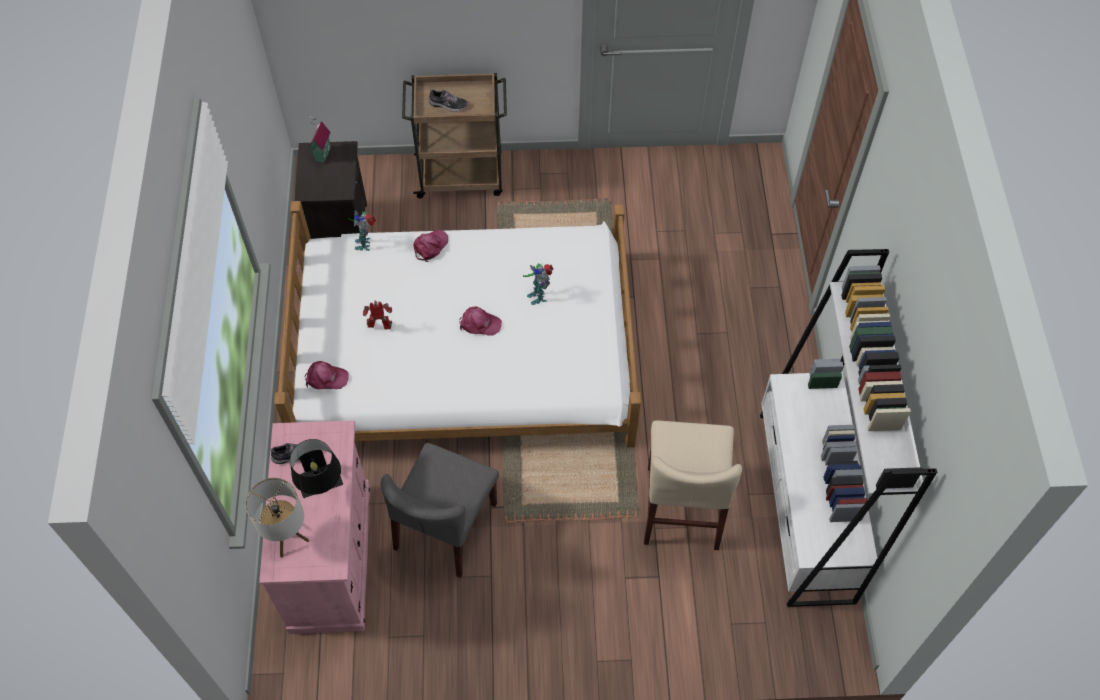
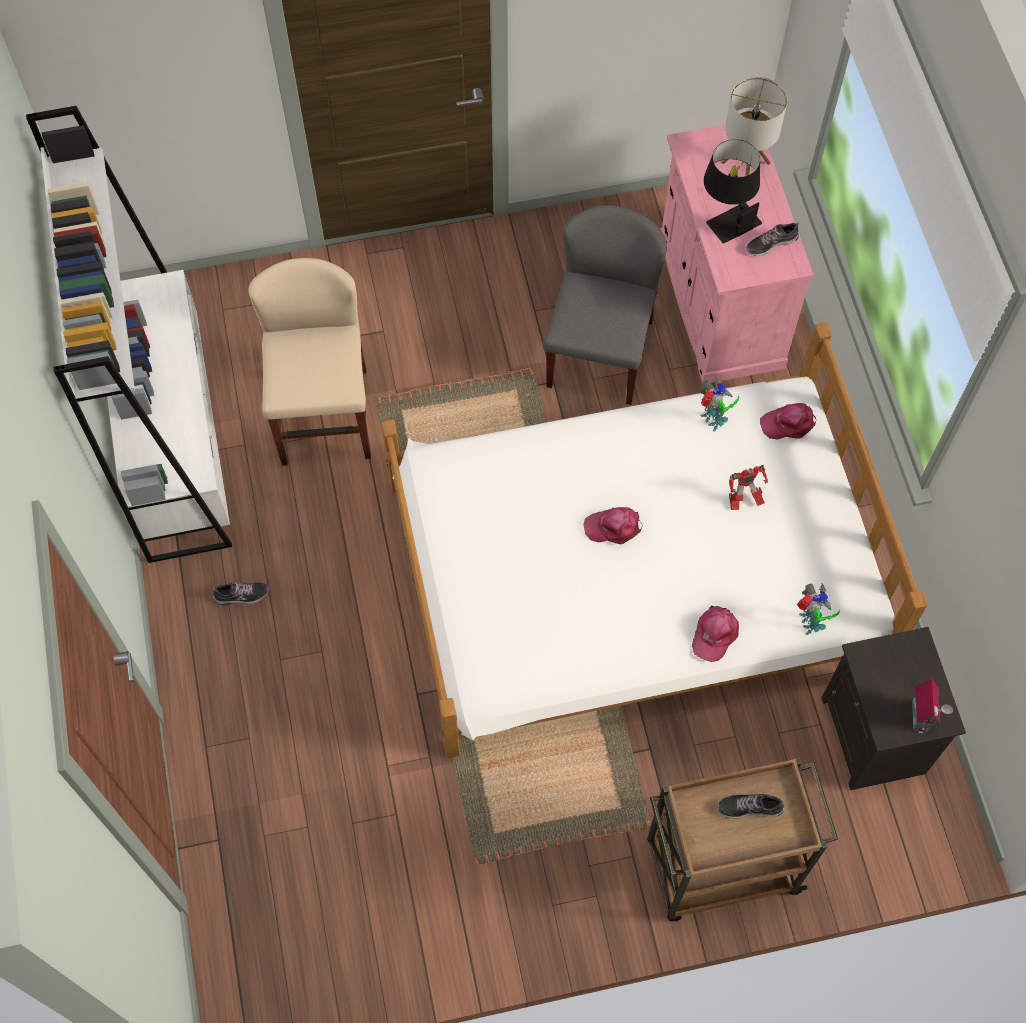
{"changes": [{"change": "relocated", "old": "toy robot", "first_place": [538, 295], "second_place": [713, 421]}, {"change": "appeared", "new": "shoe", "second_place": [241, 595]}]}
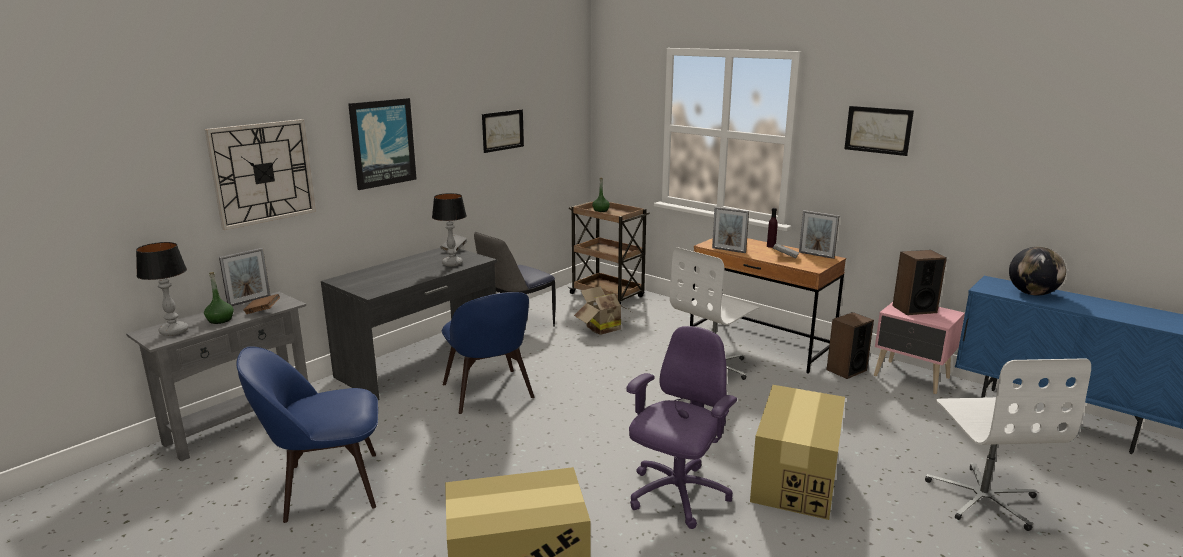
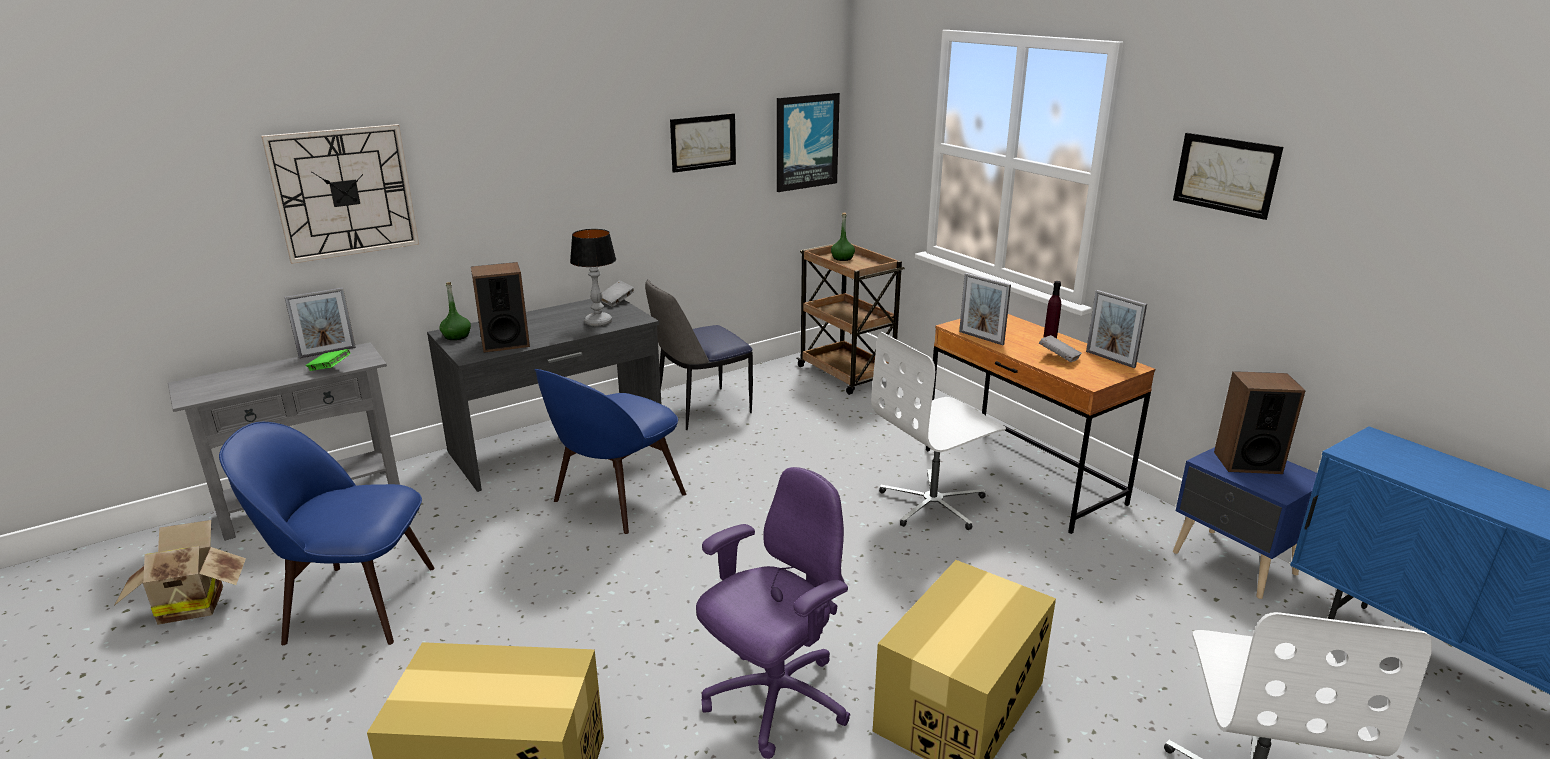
{"changes": [{"change": "missing", "old": "lamp for a table", "first_place": [174, 331]}, {"change": "relocated", "old": "bottle/greenish", "first_place": [220, 320], "second_place": [456, 336]}, {"change": "colour", "old": "volume/brown-coloured", "new": "volume/greenish", "first_place": [263, 311], "second_place": [330, 369]}, {"change": "relocated", "old": "wall art", "first_place": [382, 143], "second_place": [806, 141]}, {"change": "spun", "old": "chair/blue", "first_place": [489, 393], "second_place": [615, 500], "degrees": 45}, {"change": "relocated", "old": "carton", "first_place": [601, 328], "second_place": [191, 604]}, {"change": "relocated", "old": "audio speaker", "first_place": [846, 370], "second_place": [505, 343]}, {"change": "colour", "old": "nightstand/pinkish", "new": "nightstand/blue", "first_place": [912, 378], "second_place": [1234, 565]}, {"change": "missing", "old": "globe", "first_place": [1032, 293]}]}
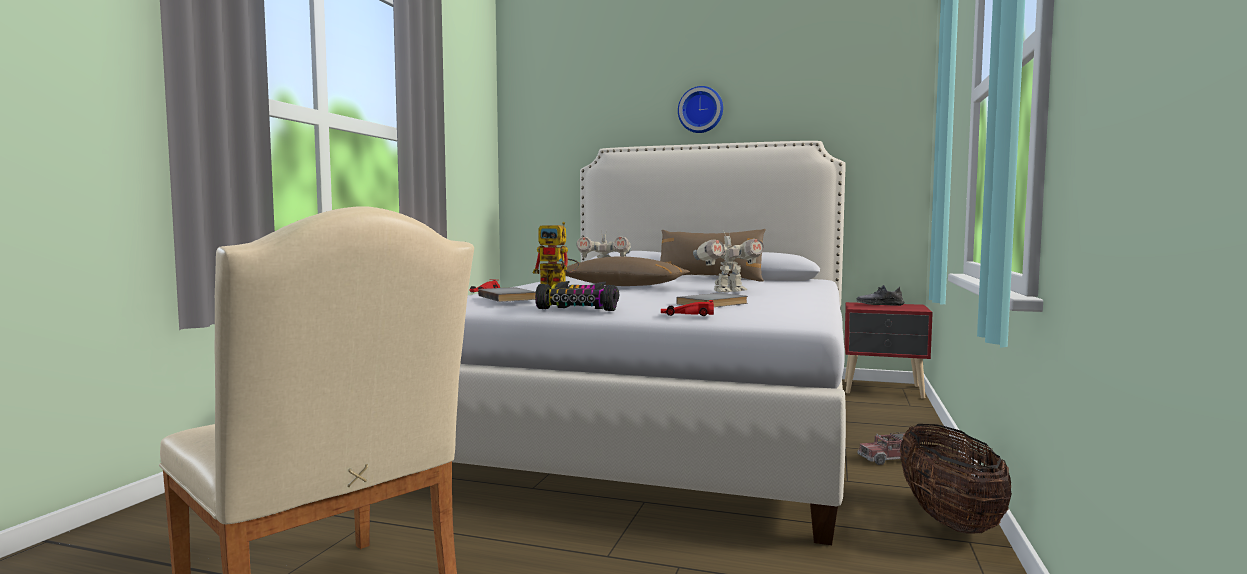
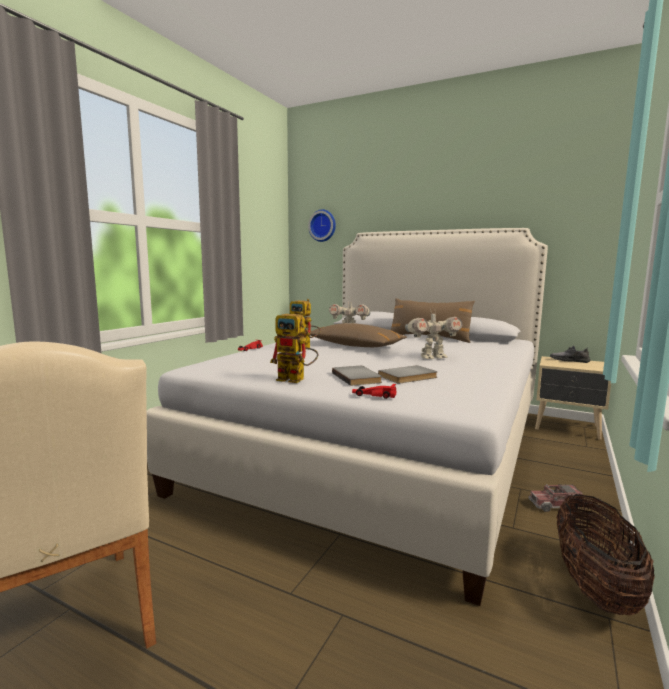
{"changes": [{"change": "relocated", "old": "volume/greyish", "first_place": [509, 297], "second_place": [358, 377]}, {"change": "exchanged", "old": "miniature car", "new": "toy robot", "first_place": [580, 308], "second_place": [296, 379]}, {"change": "relocated", "old": "wall clock", "first_place": [701, 110], "second_place": [323, 225]}, {"change": "colour", "old": "nightstand/red-coloured", "new": "nightstand/beige", "first_place": [884, 390], "second_place": [568, 428]}]}
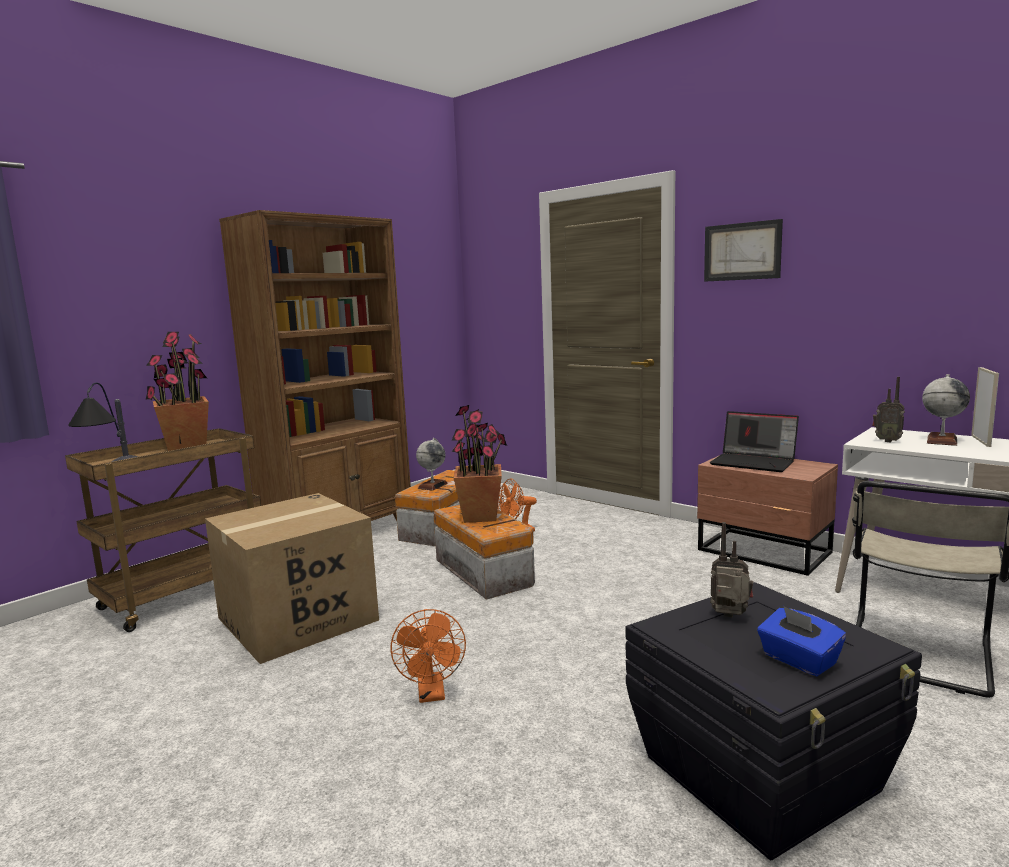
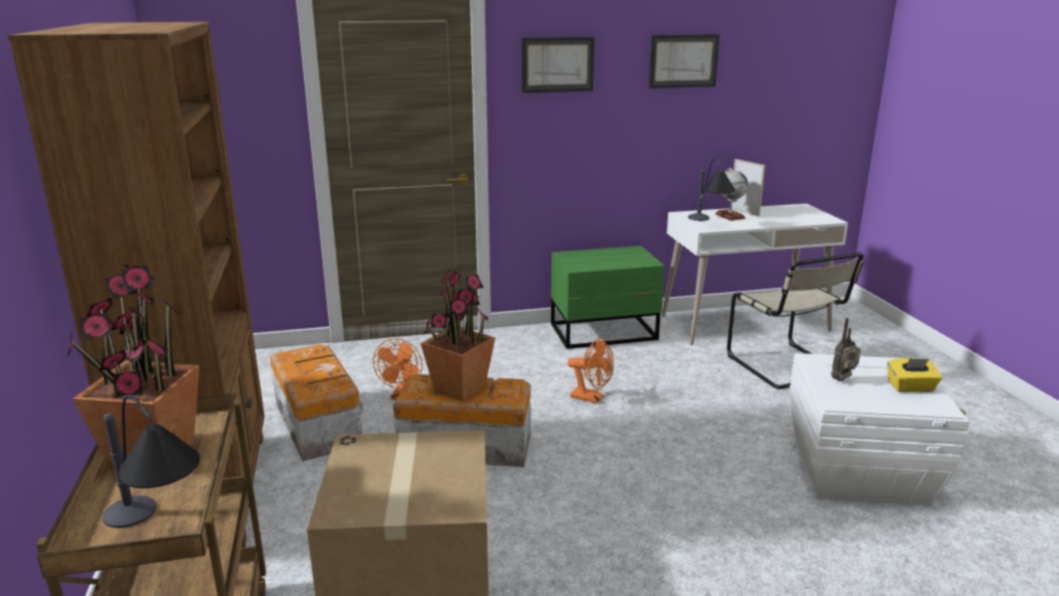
{"changes": [{"change": "relocated", "old": "cooling fan/orange", "first_place": [432, 694], "second_place": [592, 398]}, {"change": "missing", "old": "globe", "first_place": [433, 486]}, {"change": "colour", "old": "storage bin/blackish", "new": "storage bin/whitish", "first_place": [762, 773], "second_place": [859, 470]}, {"change": "colour", "old": "nightstand/brown-coloured", "new": "nightstand/greenish", "first_place": [765, 552], "second_place": [605, 332]}, {"change": "missing", "old": "laptop", "first_place": [754, 462]}, {"change": "colour", "old": "tissue holder/blue", "new": "tissue holder/yellow-coloured", "first_place": [798, 660], "second_place": [911, 387]}, {"change": "exchanged", "old": "radio set", "new": "lamp for a table", "first_place": [887, 441], "second_place": [709, 223]}, {"change": "appeared", "new": "wall art", "second_place": [683, 61]}]}
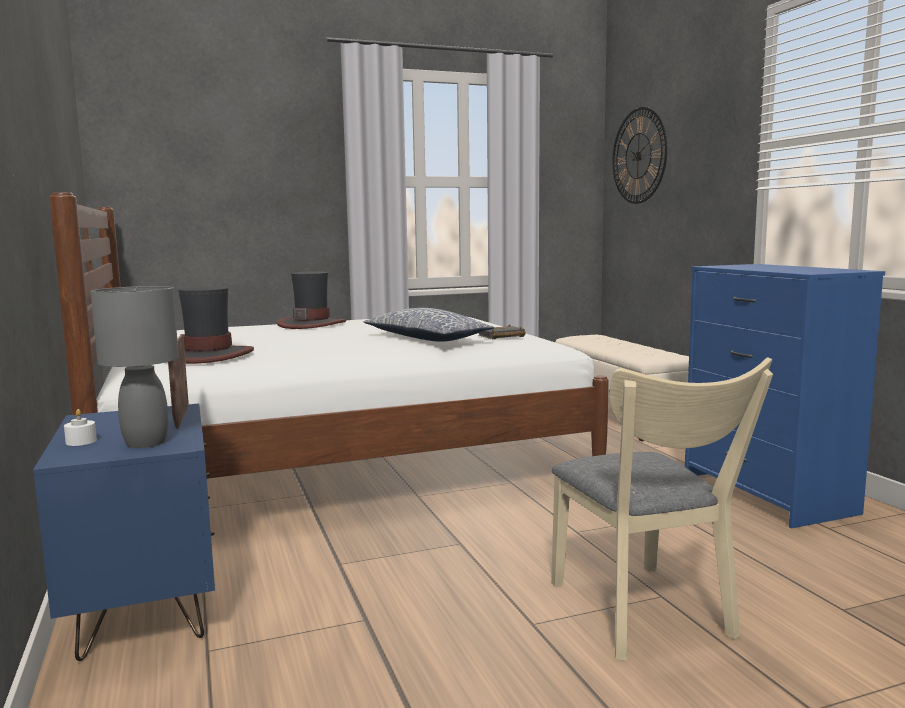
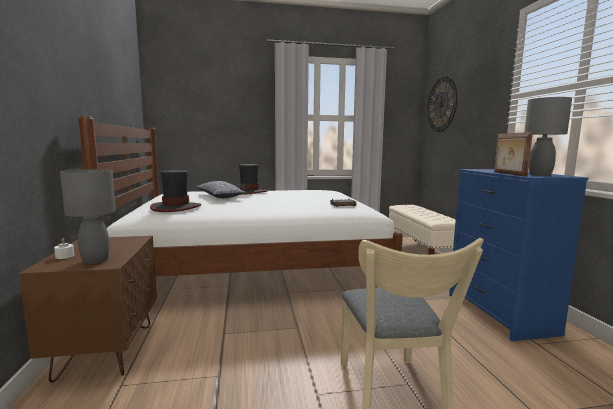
{"changes": [{"change": "colour", "old": "nightstand/blue", "new": "nightstand/brown-coloured", "first_place": [145, 609], "second_place": [106, 351]}, {"change": "relocated", "old": "picture frame", "first_place": [181, 416], "second_place": [508, 174]}, {"change": "relocated", "old": "pillow", "first_place": [426, 339], "second_place": [219, 197]}, {"change": "appeared", "new": "lamp for a table/greyish", "second_place": [539, 175]}]}
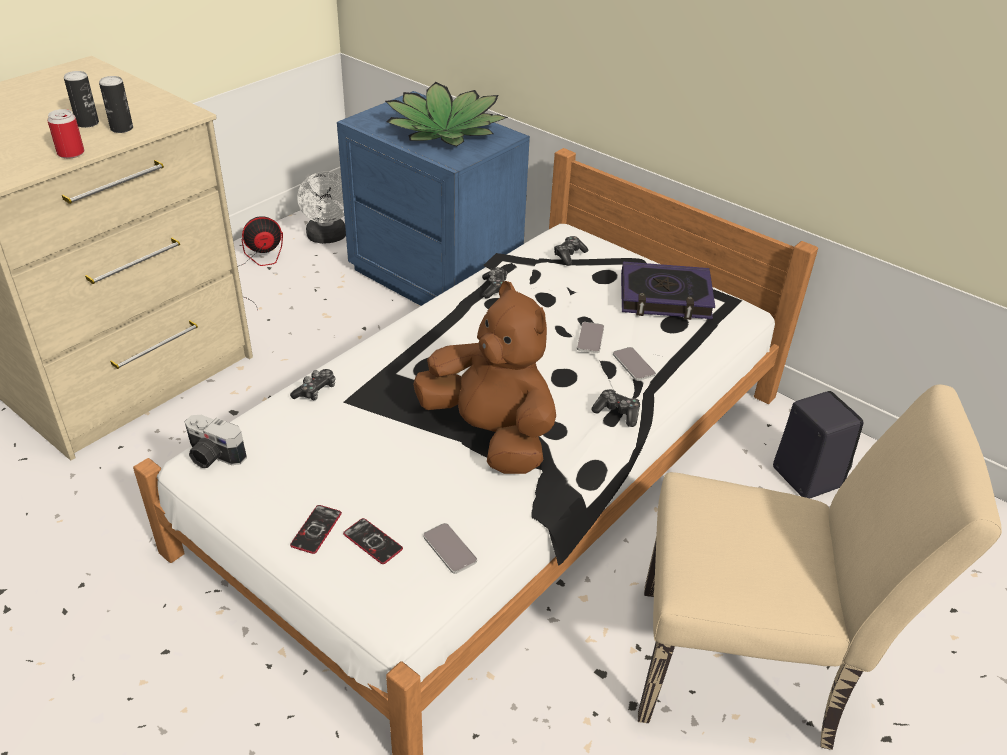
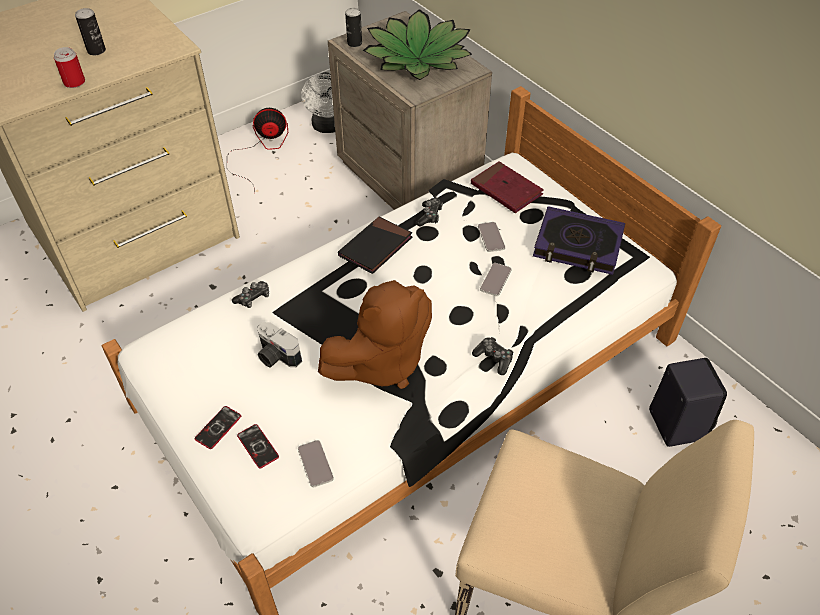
{"changes": [{"change": "relocated", "old": "sealed can", "first_place": [122, 128], "second_place": [354, 43]}, {"change": "relocated", "old": "still camera", "first_place": [212, 456], "second_place": [276, 356]}, {"change": "colour", "old": "nightstand/blue", "new": "nightstand/beige", "first_place": [436, 276], "second_place": [410, 177]}, {"change": "spun", "old": "soft toy/brown-coloured", "first_place": [491, 434], "second_place": [381, 362], "degrees": 90}, {"change": "exchanged", "old": "game controller", "new": "volume/red-coloured", "first_place": [569, 255], "second_place": [506, 190]}, {"change": "relocated", "old": "telephone", "first_place": [633, 364], "second_place": [491, 237]}, {"change": "appeared", "new": "volume/blackish", "second_place": [375, 247]}]}
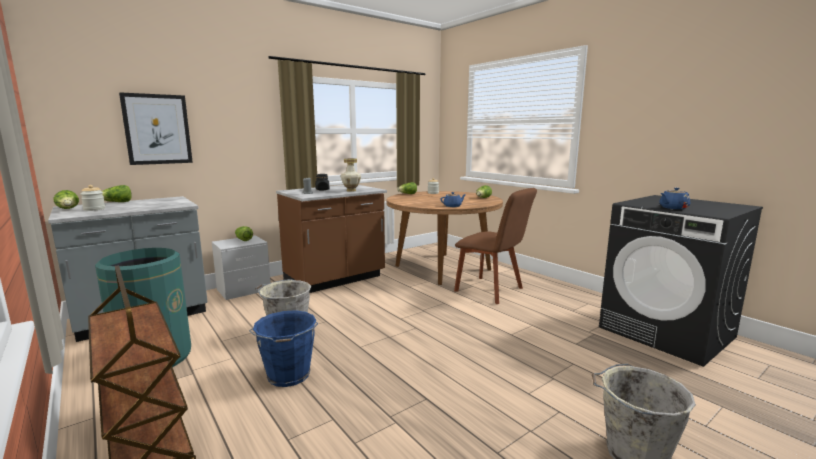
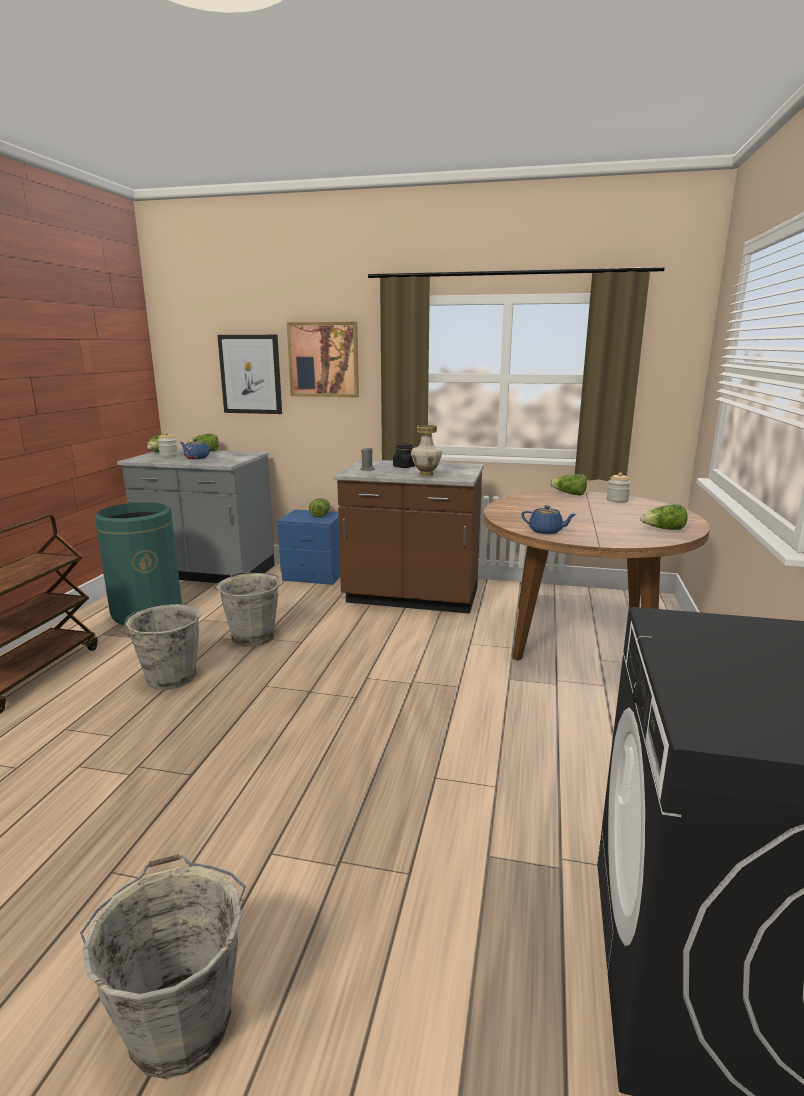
{"changes": [{"change": "colour", "old": "nightstand/greyish", "new": "nightstand/blue", "first_place": [243, 290], "second_place": [314, 575]}, {"change": "colour", "old": "bucket/blue", "new": "bucket/greyish", "first_place": [288, 376], "second_place": [169, 678]}, {"change": "missing", "old": "chair/brown-coloured", "first_place": [492, 290]}, {"change": "relocated", "old": "teapot/blue", "first_place": [673, 208], "second_place": [196, 458]}, {"change": "appeared", "new": "wall art", "second_place": [324, 360]}]}
